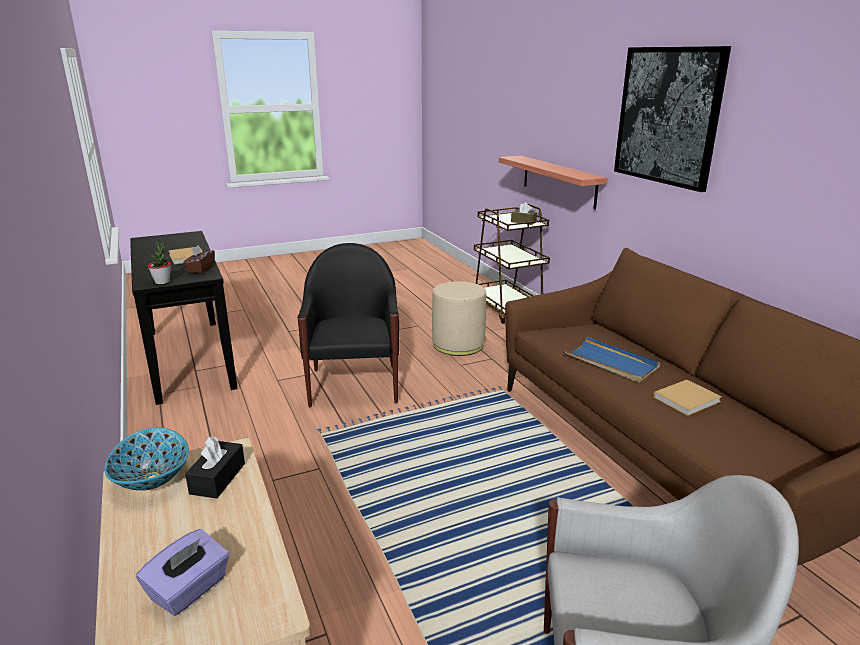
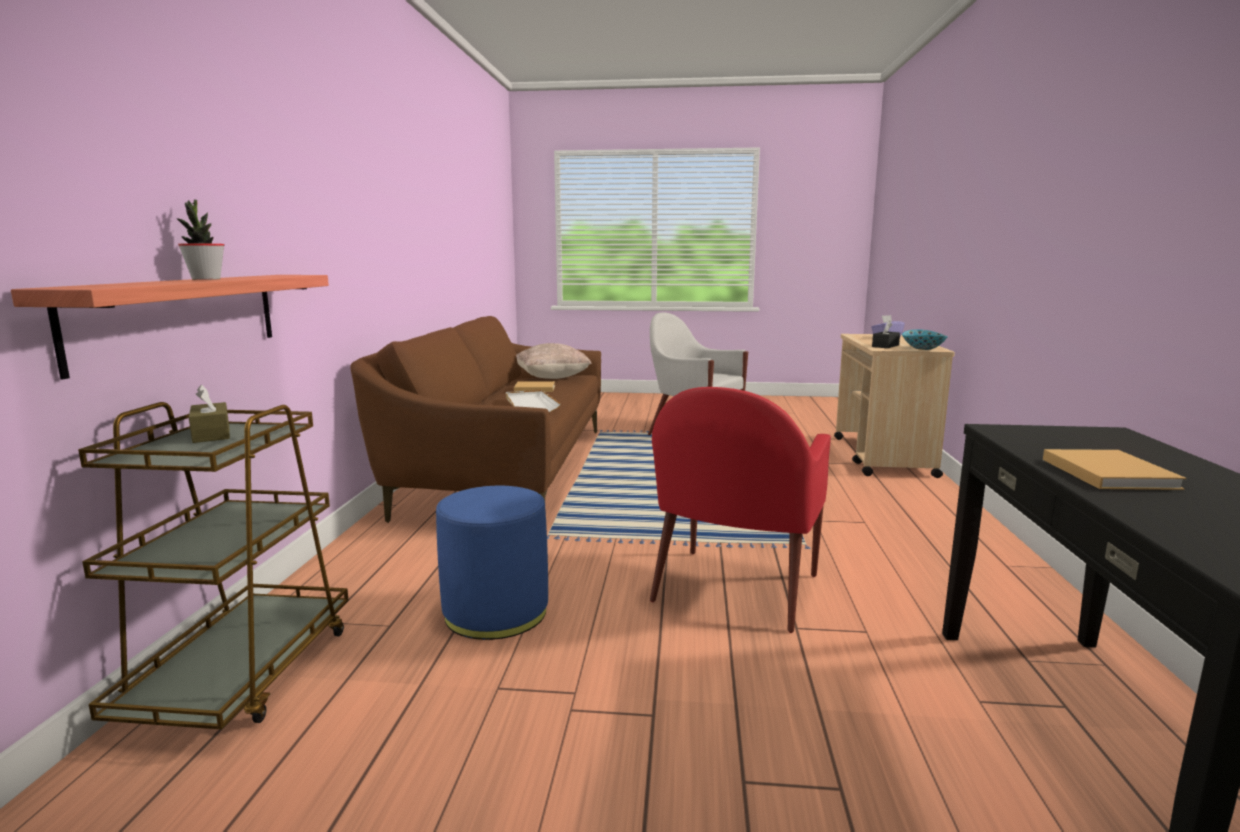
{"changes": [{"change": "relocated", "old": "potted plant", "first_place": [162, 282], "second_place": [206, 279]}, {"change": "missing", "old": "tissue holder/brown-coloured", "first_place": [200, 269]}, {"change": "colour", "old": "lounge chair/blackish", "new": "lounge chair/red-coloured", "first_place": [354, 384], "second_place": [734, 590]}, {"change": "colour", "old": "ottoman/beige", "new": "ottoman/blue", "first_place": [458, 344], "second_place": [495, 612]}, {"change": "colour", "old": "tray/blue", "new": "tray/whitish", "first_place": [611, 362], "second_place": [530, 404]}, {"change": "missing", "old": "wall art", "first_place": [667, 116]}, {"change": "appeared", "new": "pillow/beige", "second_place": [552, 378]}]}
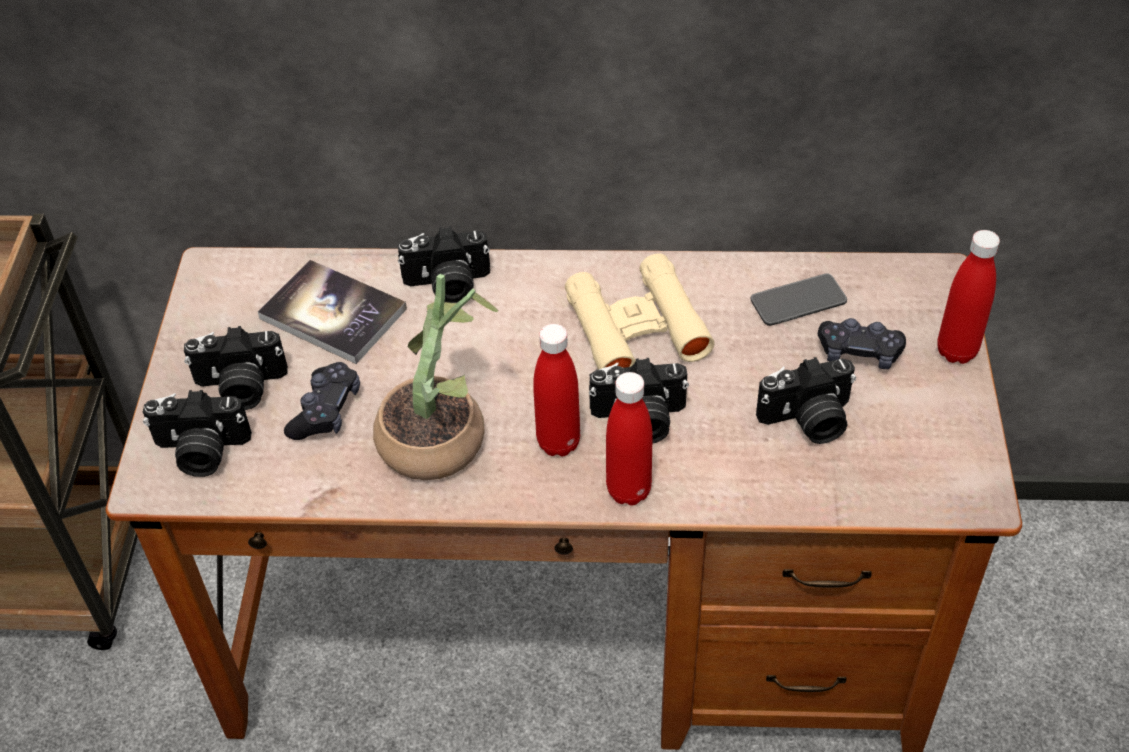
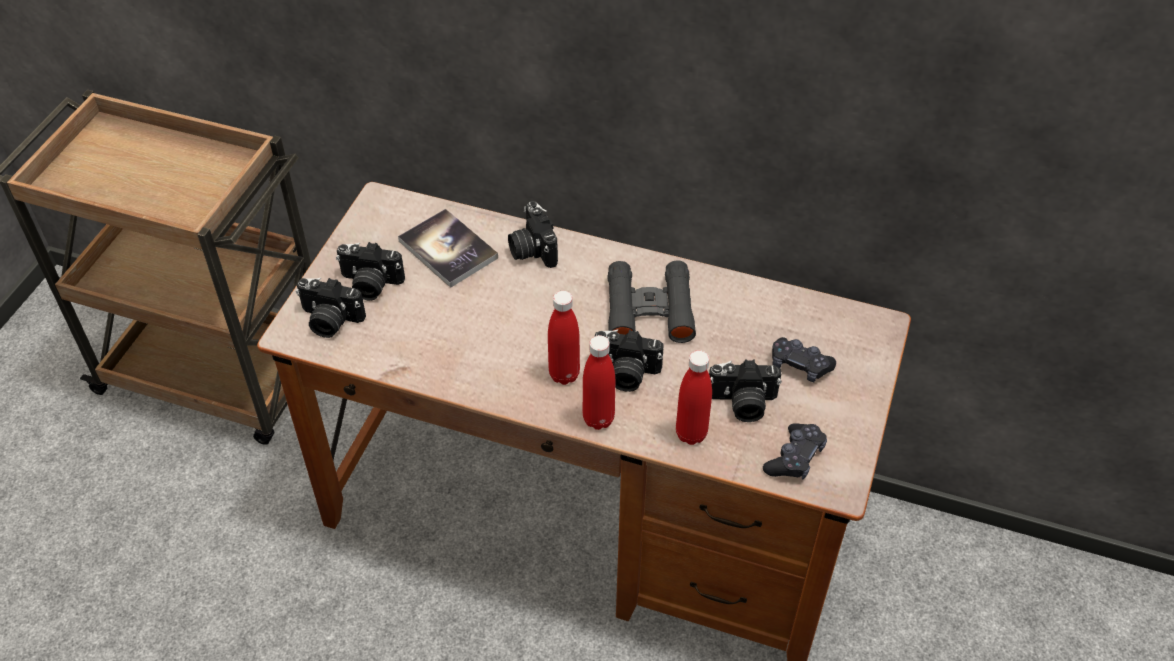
{"changes": [{"change": "relocated", "old": "game controller/blackish", "first_place": [326, 411], "second_place": [795, 458]}, {"change": "missing", "old": "potted plant", "first_place": [441, 434]}, {"change": "spun", "old": "still camera", "first_place": [448, 286], "second_place": [531, 249], "degrees": 60}, {"change": "colour", "old": "pair of binoculars/beige", "new": "pair of binoculars/blackish", "first_place": [636, 328], "second_place": [649, 309]}, {"change": "missing", "old": "telephone", "first_place": [798, 301]}, {"change": "relocated", "old": "bottle/red-coloured", "first_place": [956, 351], "second_place": [691, 434]}]}
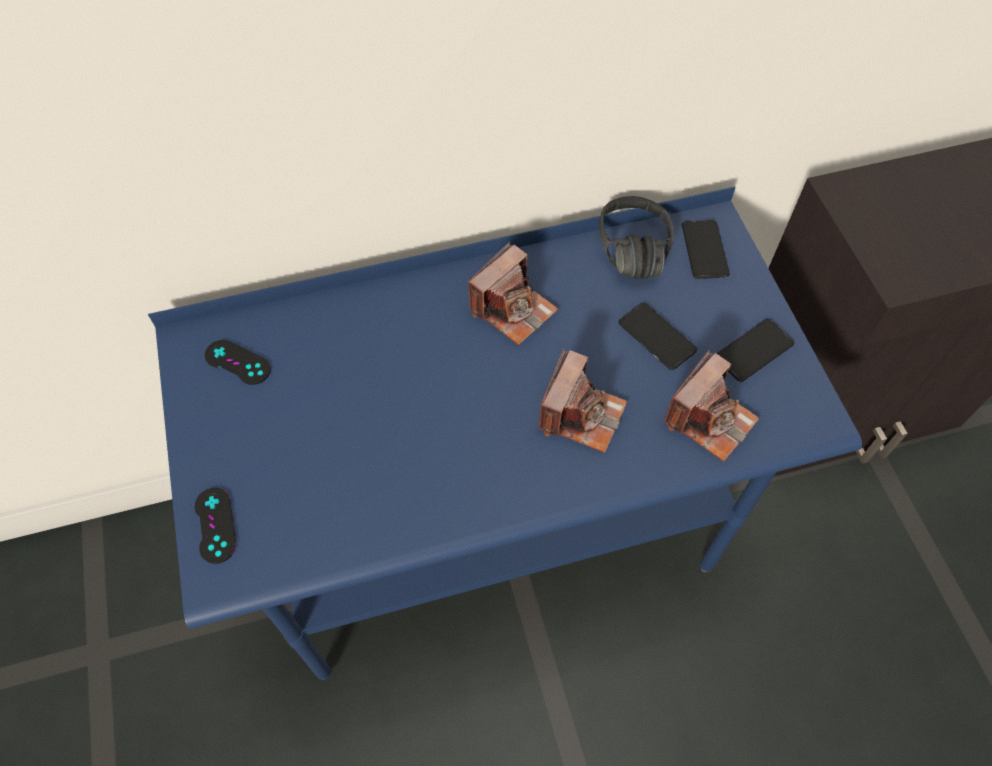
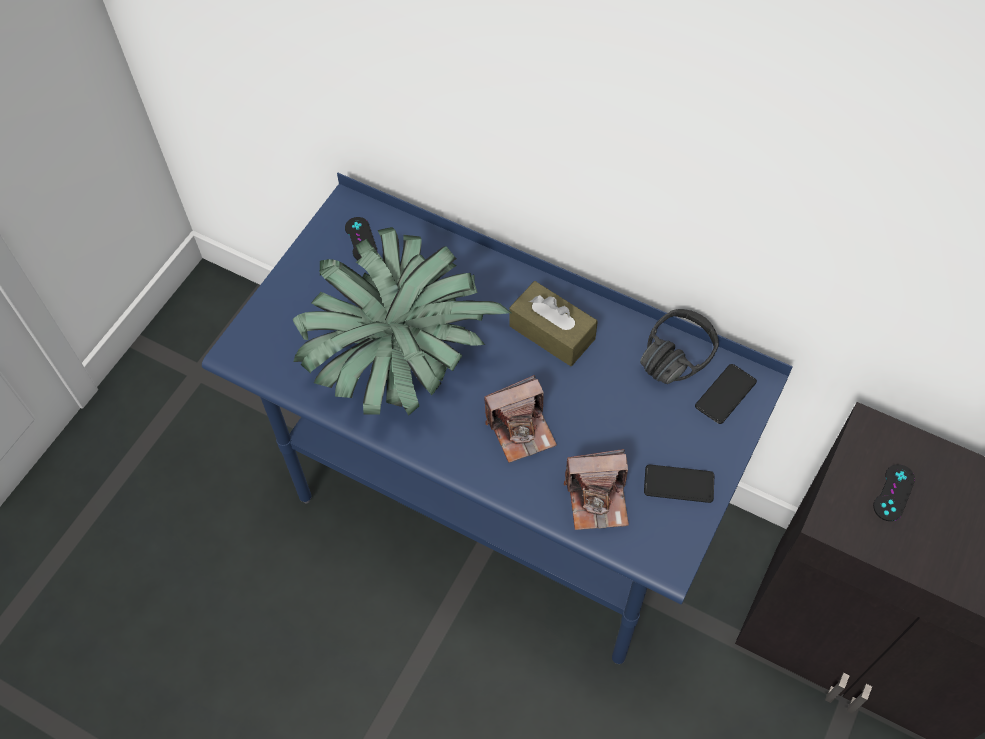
{"changes": [{"change": "relocated", "old": "game controller/blackish", "first_place": [215, 525], "second_place": [893, 492]}, {"change": "exchanged", "old": "still camera", "new": "tissue holder/brown-coloured", "first_place": [513, 309], "second_place": [552, 332]}, {"change": "missing", "old": "telephone", "first_place": [657, 337]}, {"change": "appeared", "new": "potted plant", "second_place": [398, 359]}]}
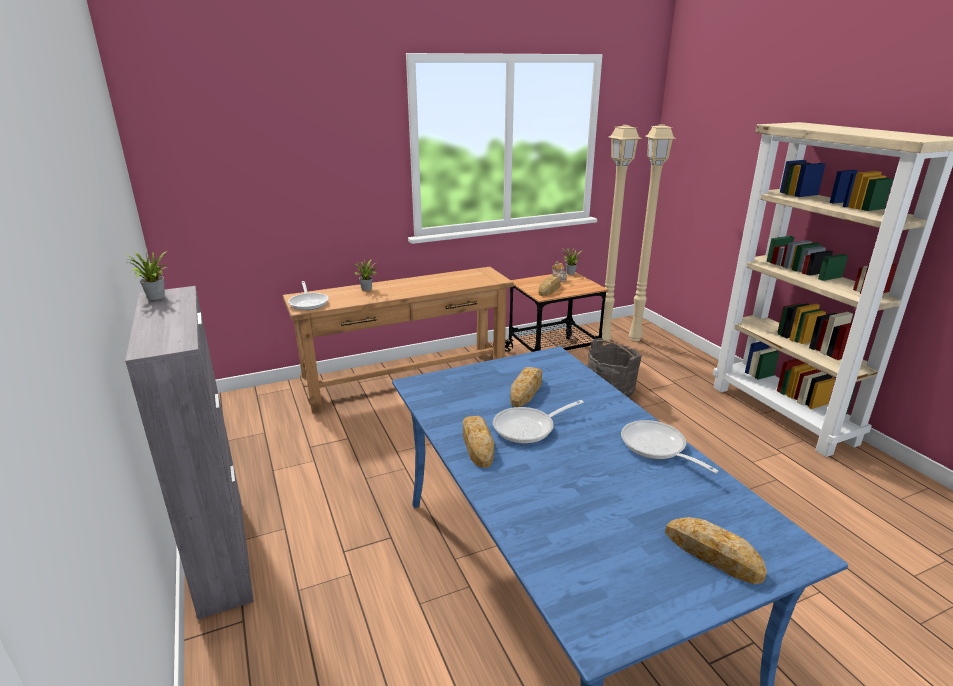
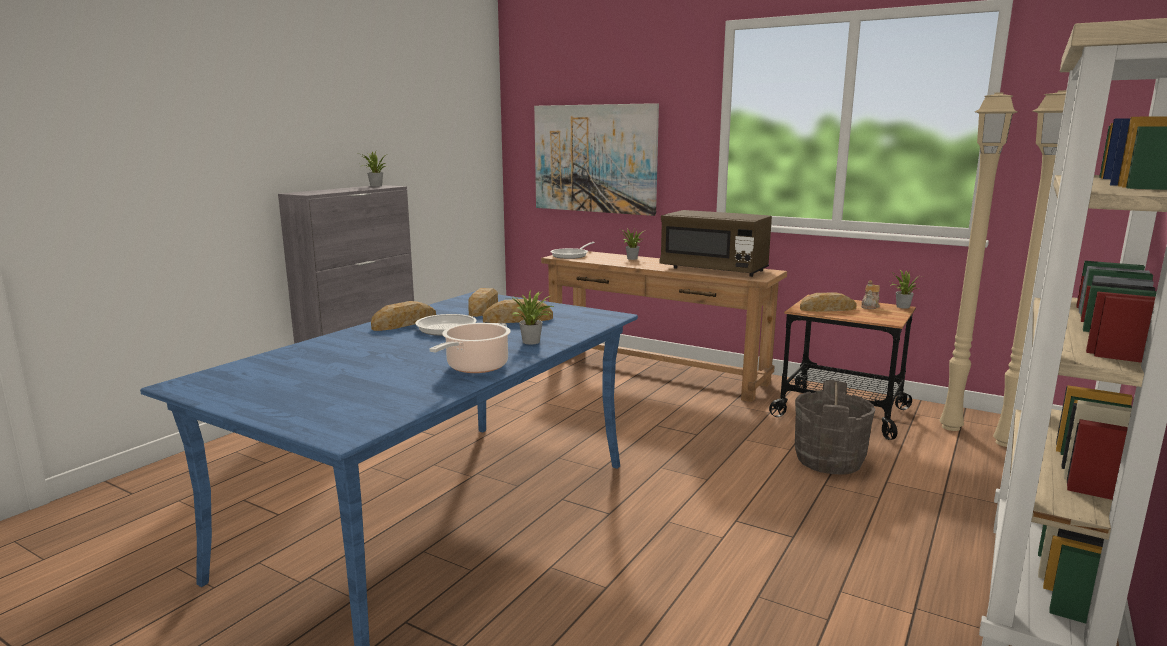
{"changes": [{"change": "exchanged", "old": "frying pan", "new": "saucepot", "first_place": [657, 447], "second_place": [475, 367]}, {"change": "relocated", "old": "baked bread", "first_place": [713, 554], "second_place": [484, 308]}, {"change": "appeared", "new": "potted plant", "second_place": [532, 342]}, {"change": "appeared", "new": "wall art", "second_place": [594, 159]}, {"change": "appeared", "new": "microwave/brown-coloured", "second_place": [714, 270]}]}
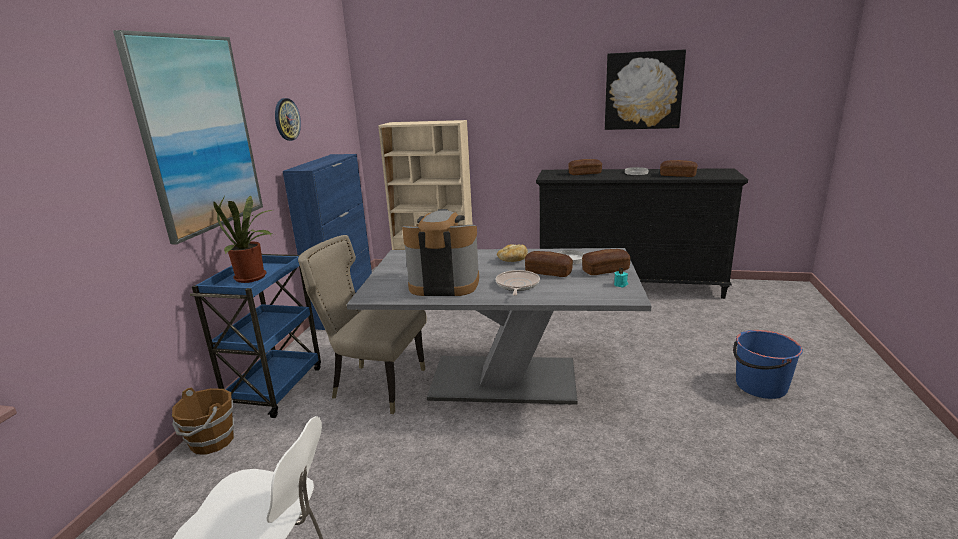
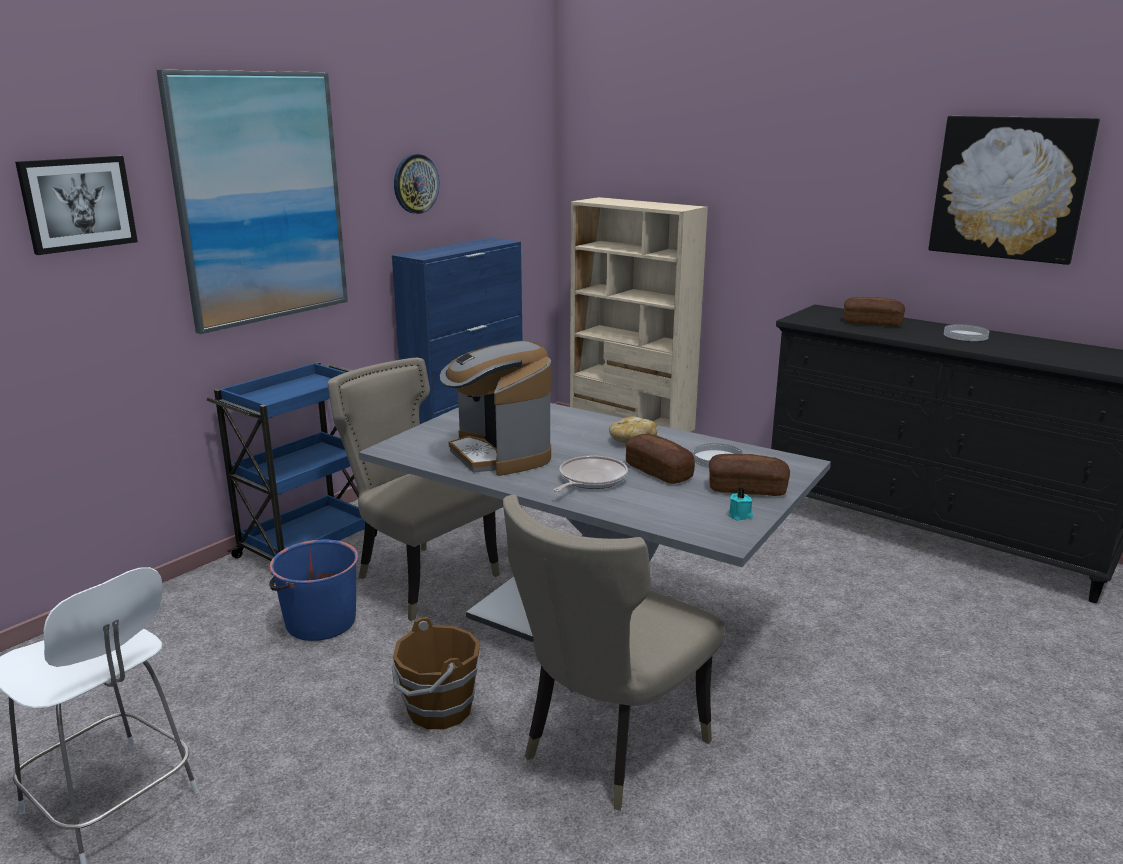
{"changes": [{"change": "relocated", "old": "bucket/brown-coloured", "first_place": [211, 442], "second_place": [438, 709]}, {"change": "missing", "old": "potted plant", "first_place": [254, 277]}, {"change": "spun", "old": "coffee brewer", "first_place": [444, 284], "second_place": [499, 454], "degrees": -150}, {"change": "missing", "old": "baked bread", "first_place": [677, 175]}, {"change": "relocated", "old": "bucket/blue", "first_place": [760, 386], "second_place": [319, 622]}, {"change": "appeared", "new": "wall art", "second_place": [78, 203]}, {"change": "appeared", "new": "chair/beige", "second_place": [607, 748]}]}
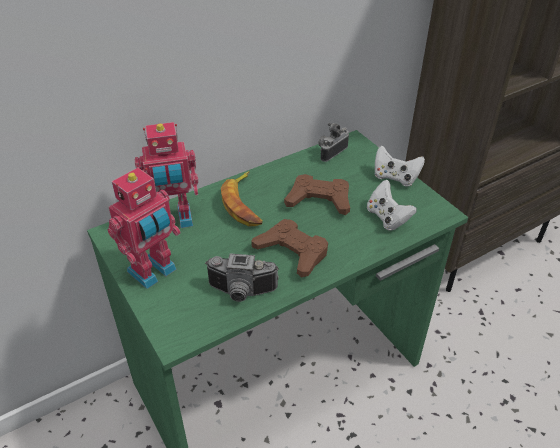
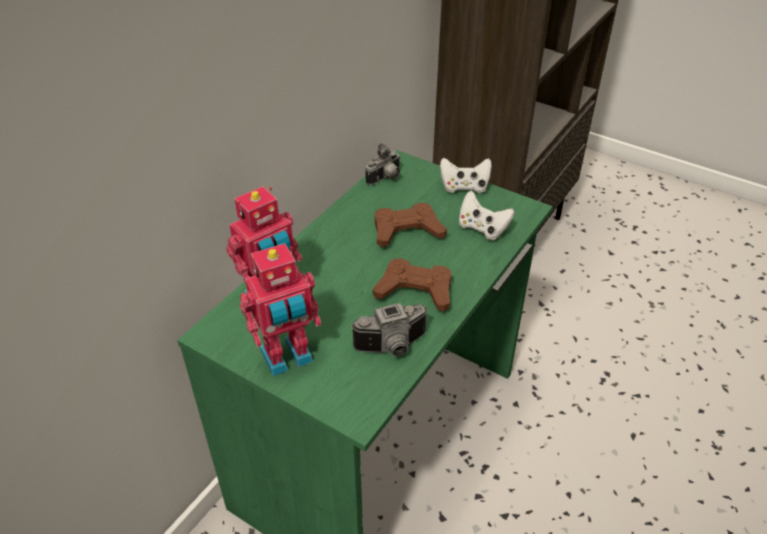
{"changes": [{"change": "spun", "old": "toy robot", "first_place": [154, 272], "second_place": [287, 358], "degrees": 45}, {"change": "missing", "old": "banana fruit", "first_place": [244, 204]}, {"change": "spun", "old": "still camera", "first_place": [331, 152], "second_place": [385, 179], "degrees": -150}]}
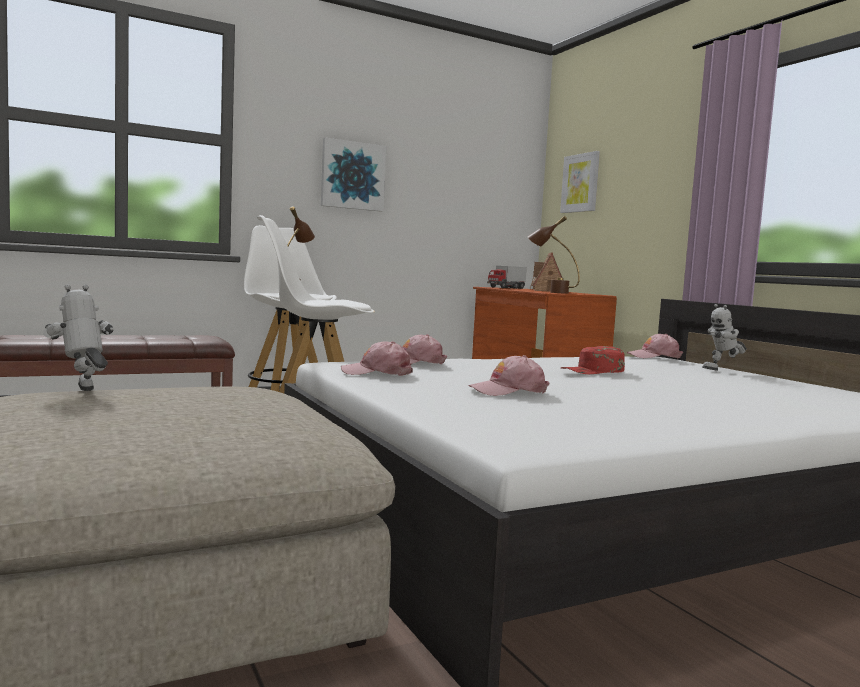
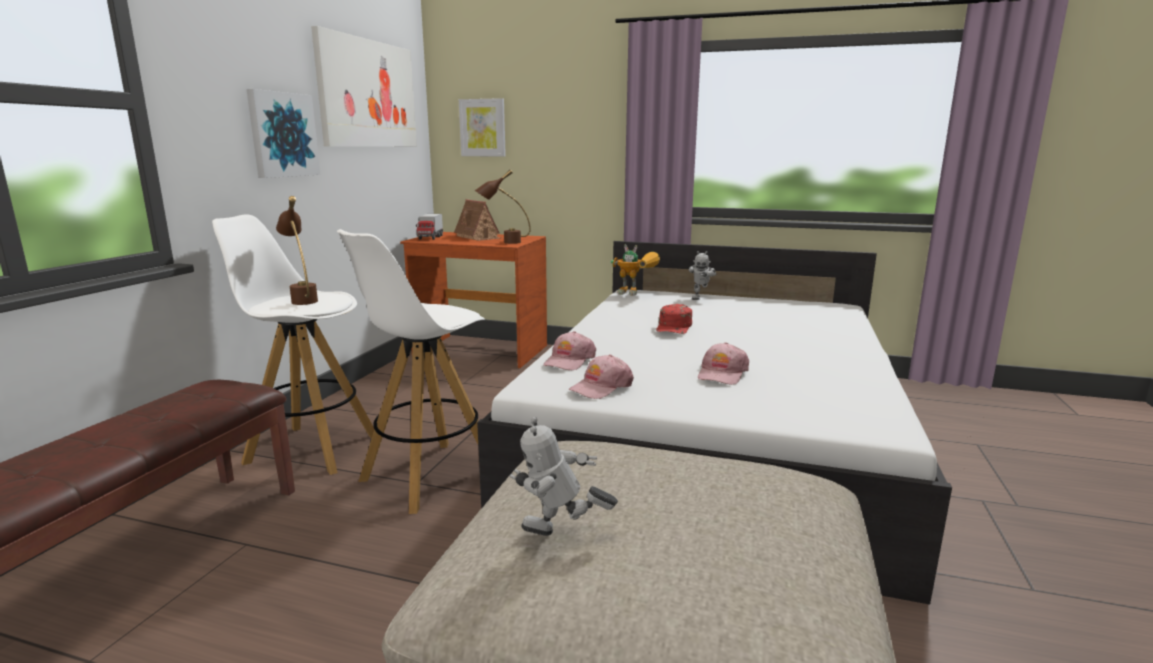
{"changes": [{"change": "exchanged", "old": "peaked cap/pinkish", "new": "toy robot", "first_place": [654, 357], "second_place": [636, 293]}, {"change": "appeared", "new": "wall art", "second_place": [368, 94]}]}
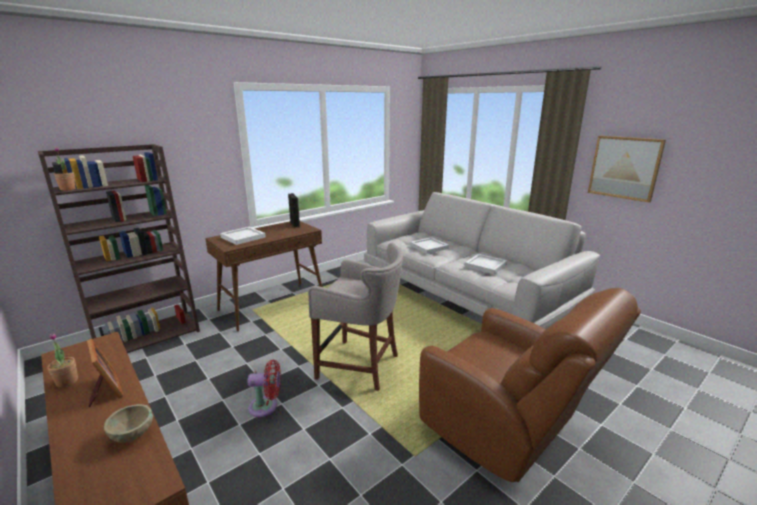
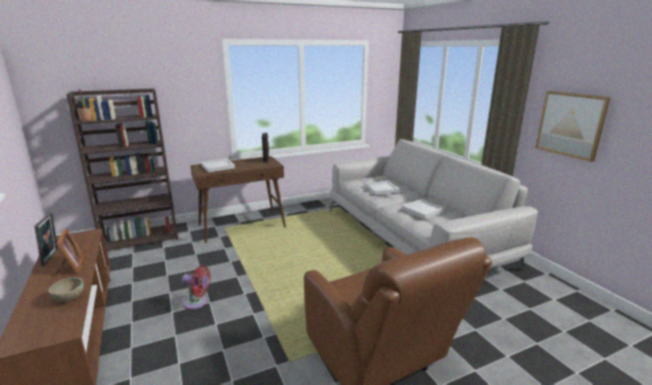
{"changes": [{"change": "exchanged", "old": "potted plant", "new": "picture frame", "first_place": [67, 381], "second_place": [52, 257]}, {"change": "missing", "old": "stool seat/greyish", "first_place": [361, 366]}]}
